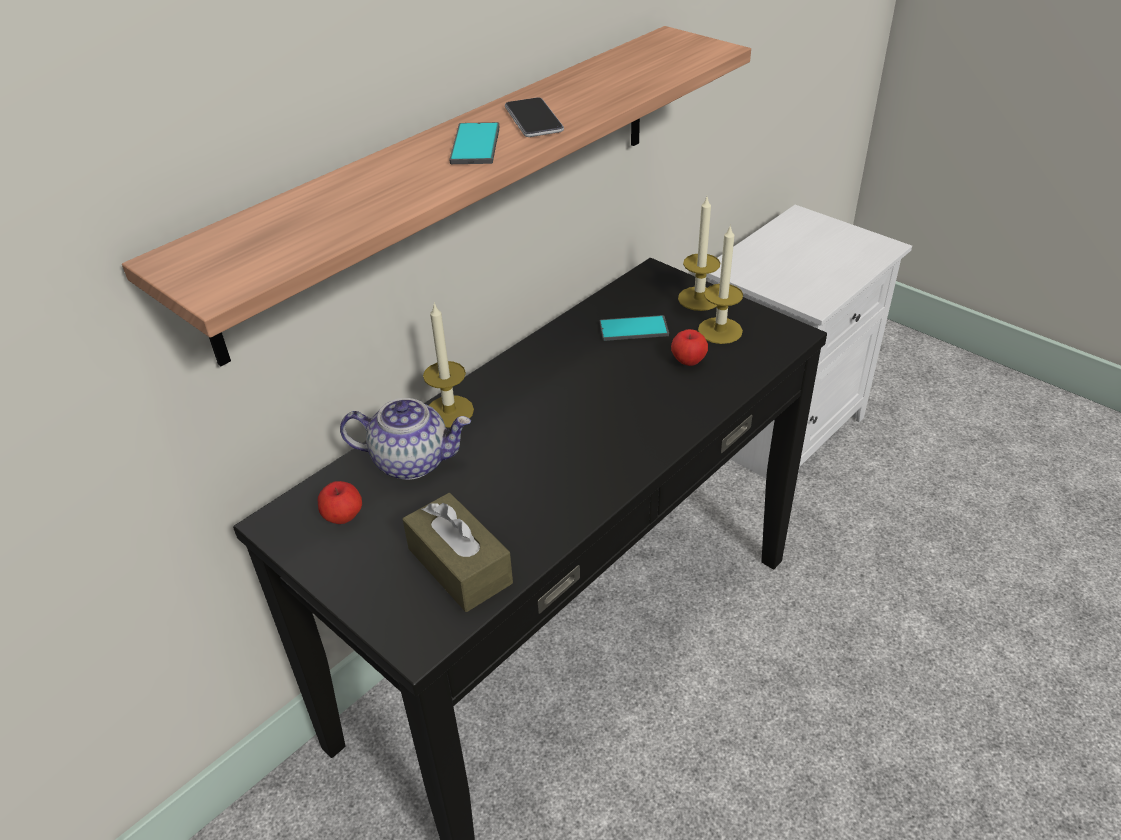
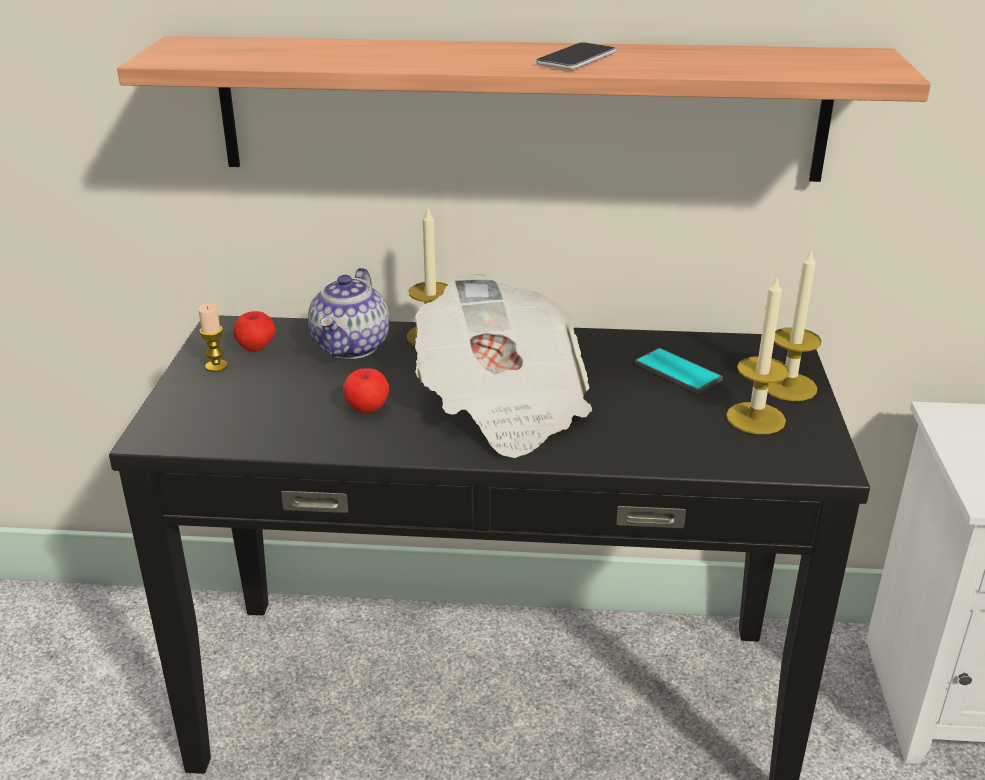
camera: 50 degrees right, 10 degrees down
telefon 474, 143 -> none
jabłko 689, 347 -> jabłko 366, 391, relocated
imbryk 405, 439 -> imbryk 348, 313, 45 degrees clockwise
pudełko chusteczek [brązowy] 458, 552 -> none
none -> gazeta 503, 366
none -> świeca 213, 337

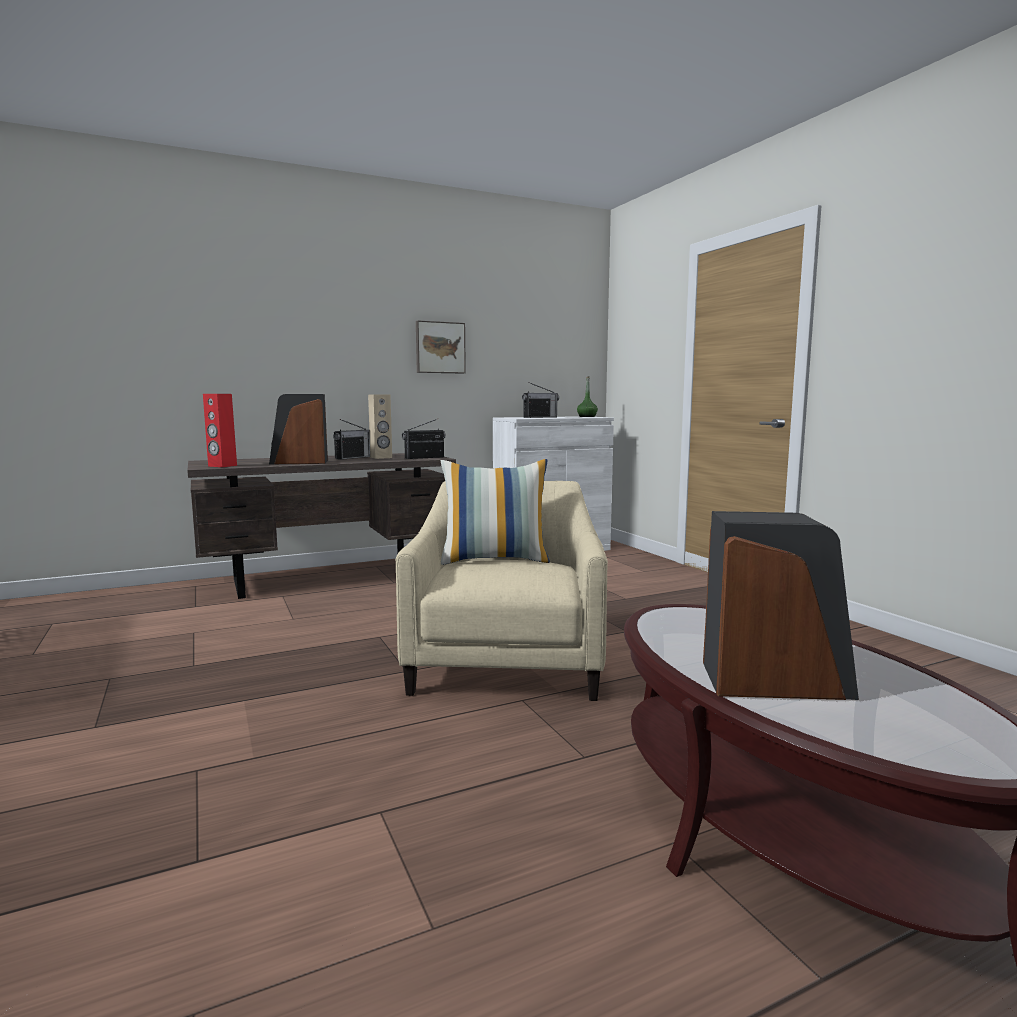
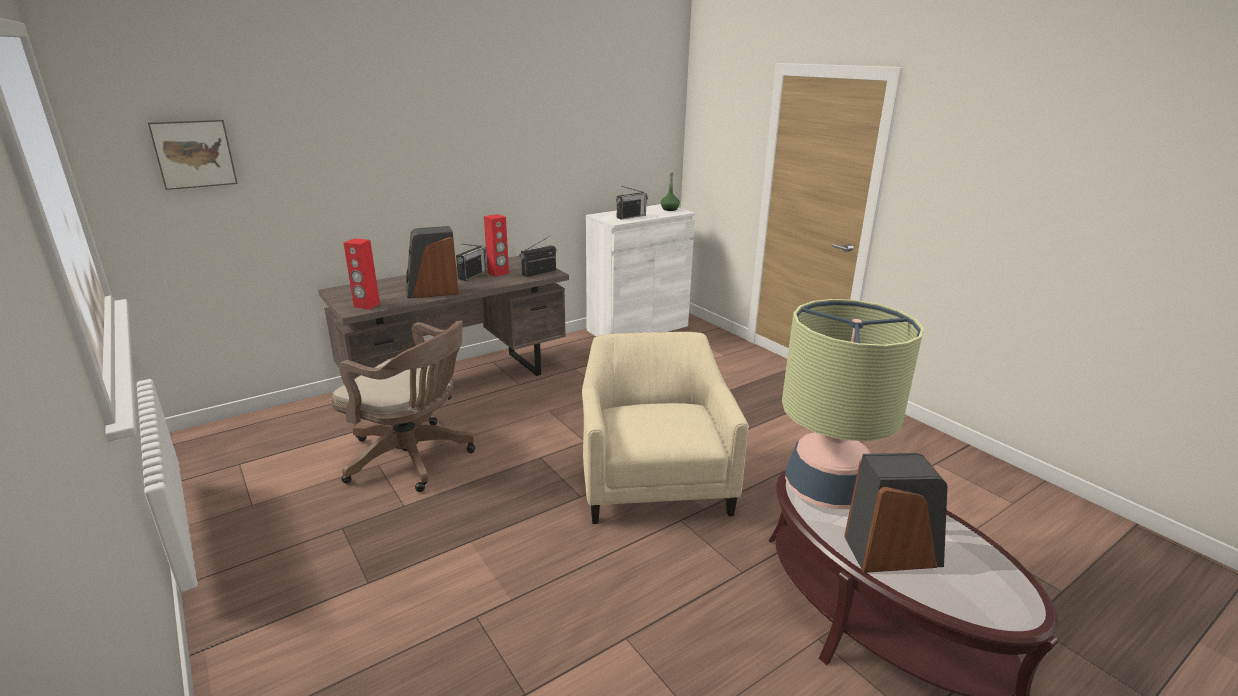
camera: 10 degrees left, 15 degrees up
obraz 441, 347 -> obraz 193, 154, relocated
głośnik [beżowy] 380, 427 -> głośnik [czerwony] 496, 245
poduszka 495, 512 -> none
none -> lampa stołowa 853, 404
none -> krzesło biurowe [brązowy] 403, 406

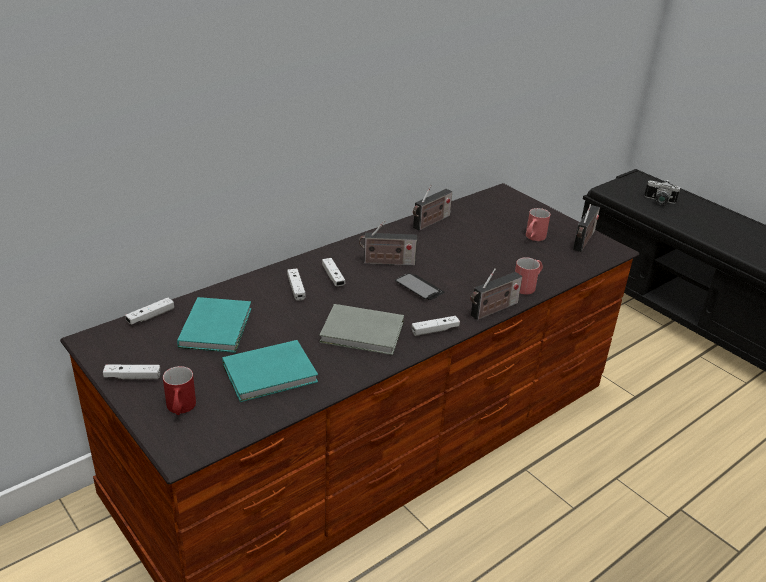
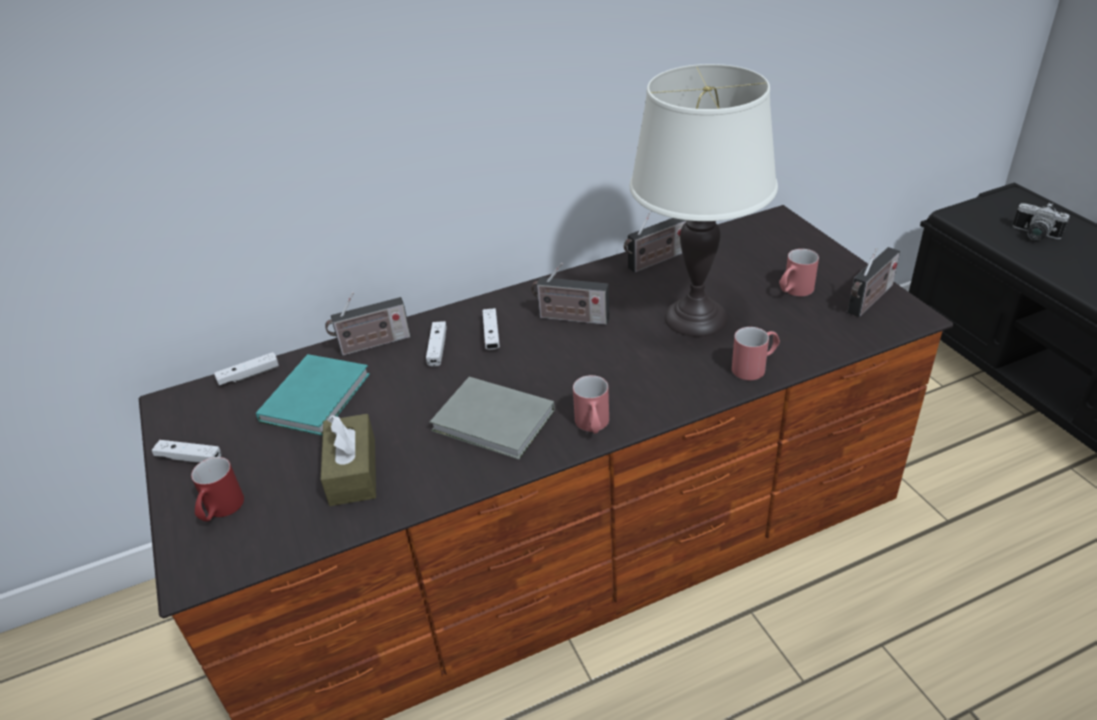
camera: 20 degrees right, 5 degrees up
radio 496, 294 -> radio 368, 324, relocated
telefon 420, 286 -> none
pad do gier [biały] 436, 326 -> kubek [czerwony] 591, 404
książka [turkusowy] 270, 371 -> pudełko chusteczek [brązowy] 348, 460
none -> lampa stołowa [biały] 704, 200

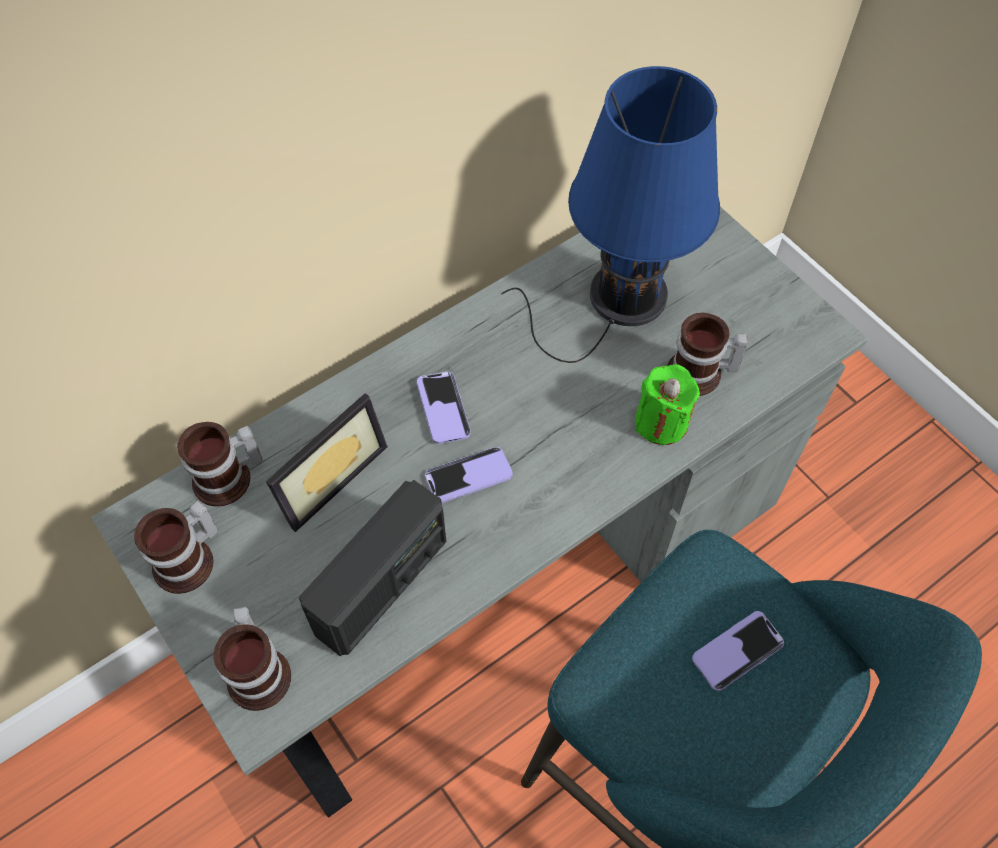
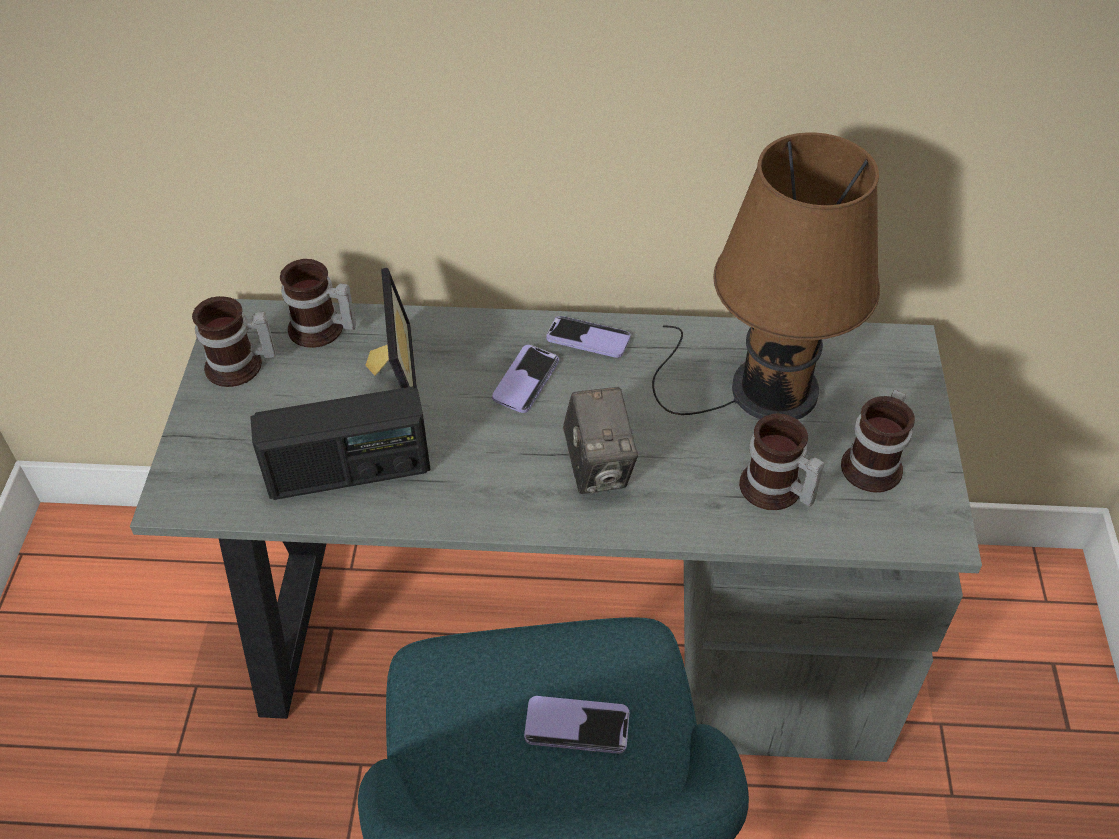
camera: 40 degrees right, 10 degrees down
lampa stołowa [niebieski] 610, 214 -> lampa stołowa [brązowy] 766, 276
świeca [zielony] 667, 404 -> none
ramka na zdjęcie 327, 462 -> ramka na zdjęcie 391, 328, 90 degrees counterclockwise
telefon 469, 475 -> telefon 588, 337, relocated
kubek 252, 659 -> kubek 878, 441, relocated
none -> aparat fotograficzny 600, 440

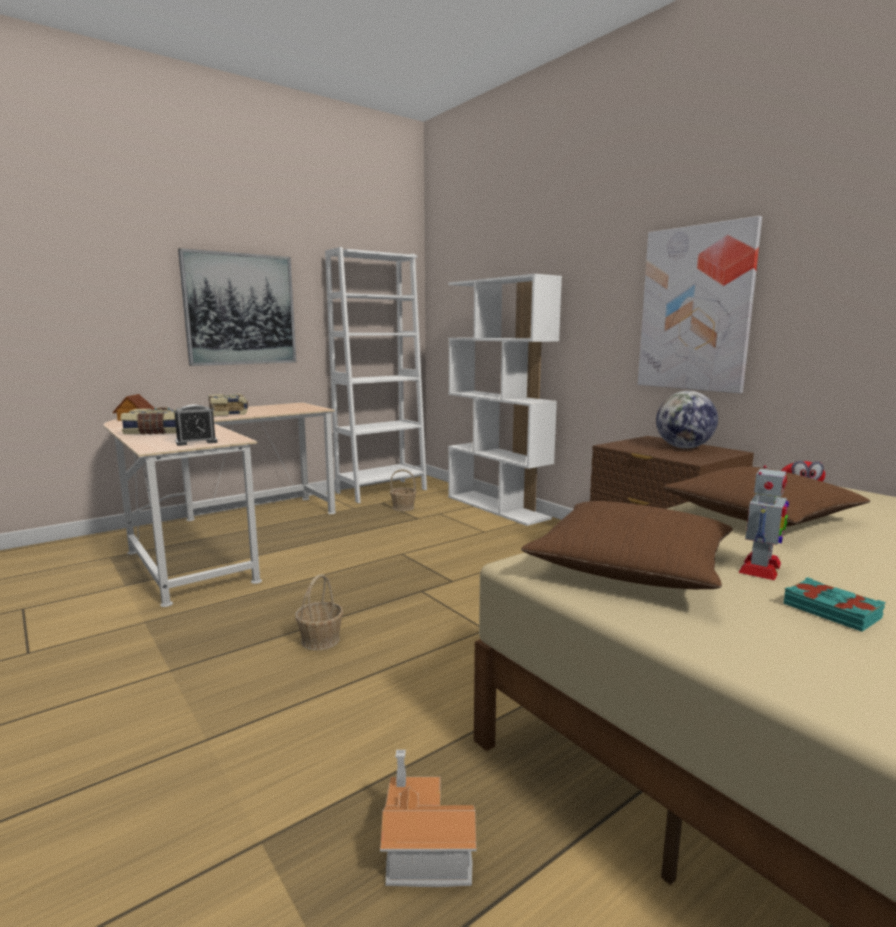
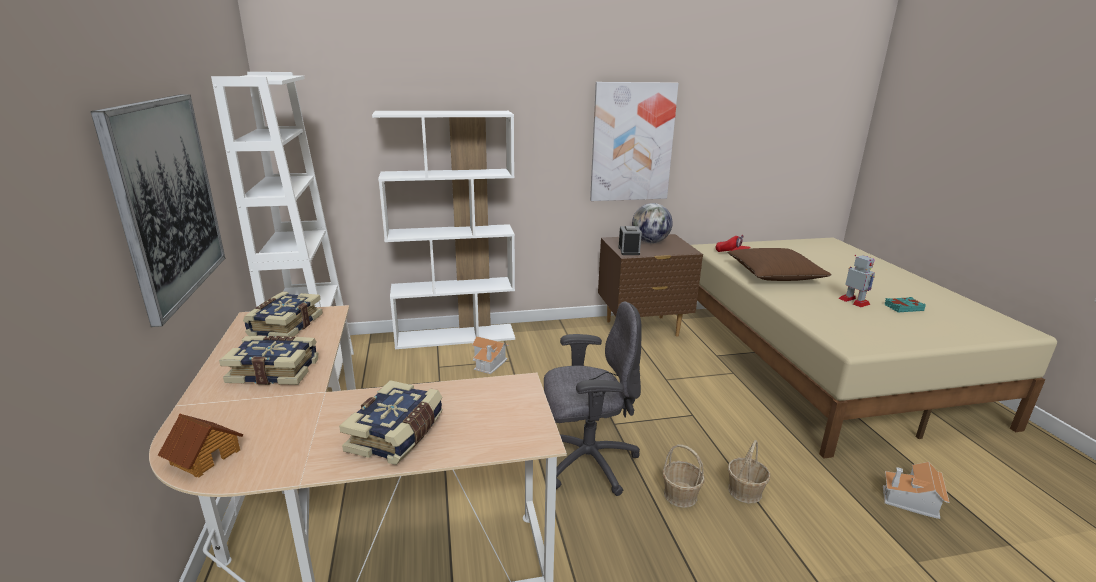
camera: 65 degrees left, 10 degrees up
budzik 195, 425 -> budzik 630, 240, relocated
koszyk 403, 490 -> koszyk 749, 471, relocated
poduszka [brązowy] 627, 545 -> none
none -> książka 283, 314
none -> krzesło biurowe [szary] 593, 398
none -> domek 490, 355

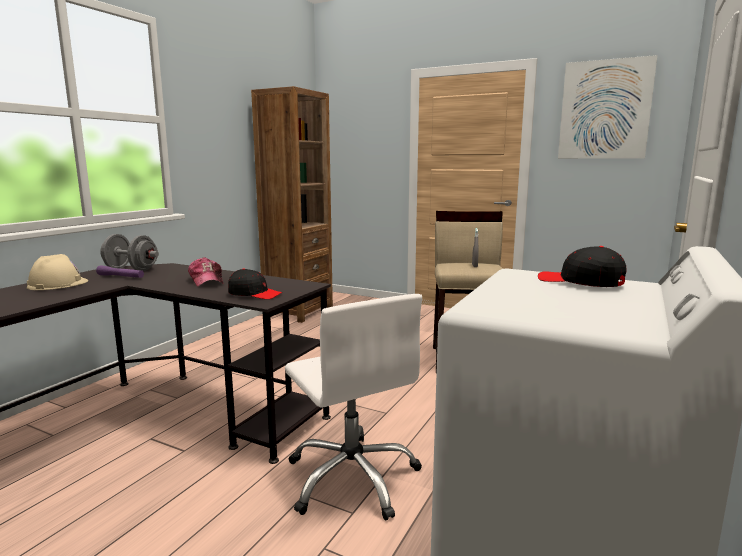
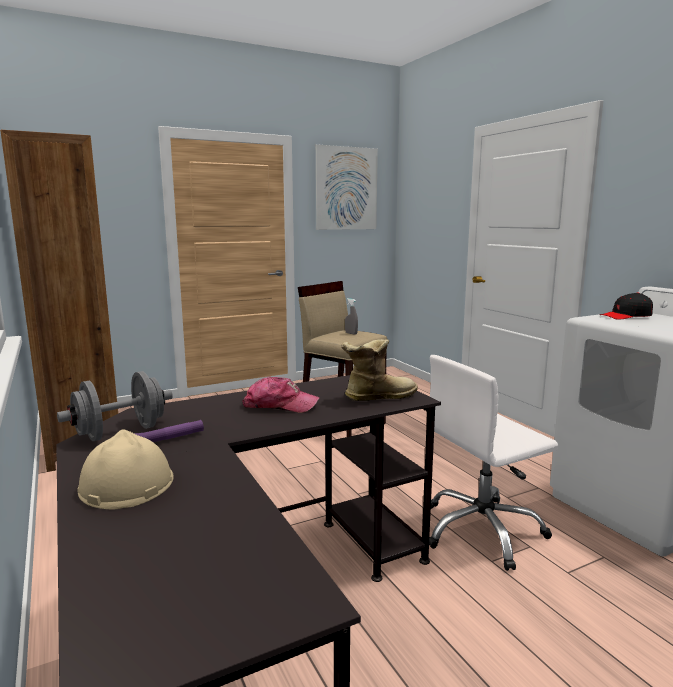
camera: 55 degrees left, 0 degrees up
czapka z daszkiem [czarny] 255, 283 -> but z cholewką 379, 370
krzesło biurowe [biały] 353, 407 -> krzesło biurowe [biały] 494, 463, 150 degrees clockwise

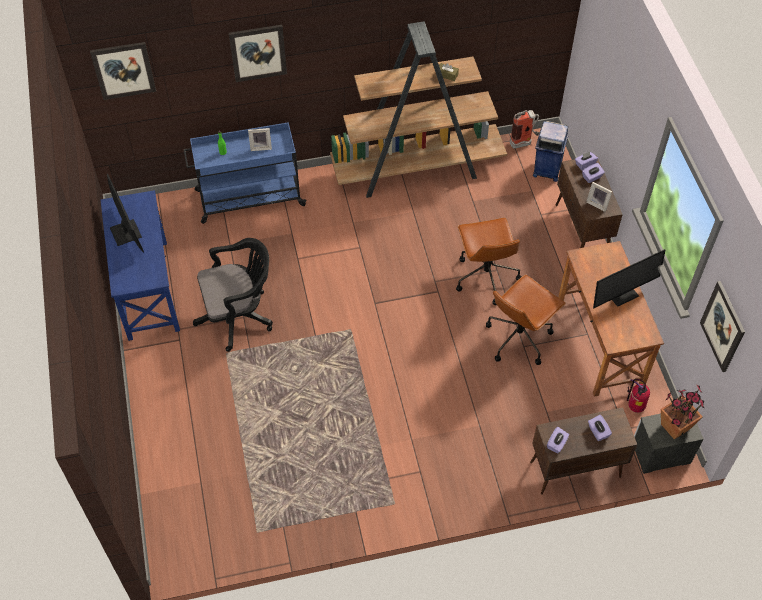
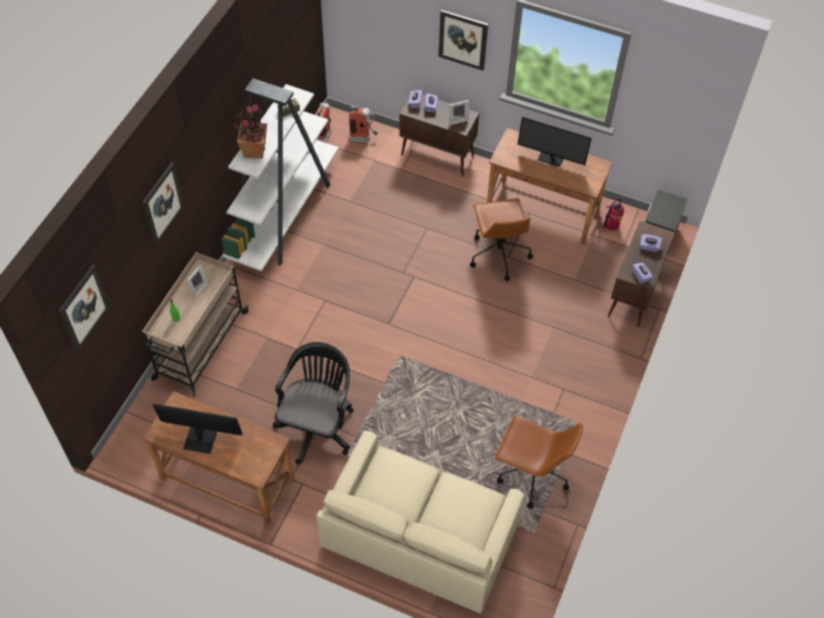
camera: 55 degrees left, 0 degrees up
regał [brązowy] 418, 109 -> regał [biały] 280, 174
kosz na śmieci [niebieski] 551, 151 -> gaśnica 363, 124
wózek [niebieski] 245, 173 -> wózek [beżowy] 195, 324
biurko [niebieski] 140, 265 -> biurko [brązowy] 218, 458
krzesło biurowe [brązowy] 489, 261 -> krzesło biurowe [brązowy] 538, 462, relocated
monitor 629, 278 -> monitor 555, 142, 105 degrees clockwise
obraz 722, 326 -> obraz 463, 40, relocated
roślina doniczkowa 682, 412 -> roślina doniczkowa 250, 129, relocated
none -> kanapa [beżowy] 420, 522

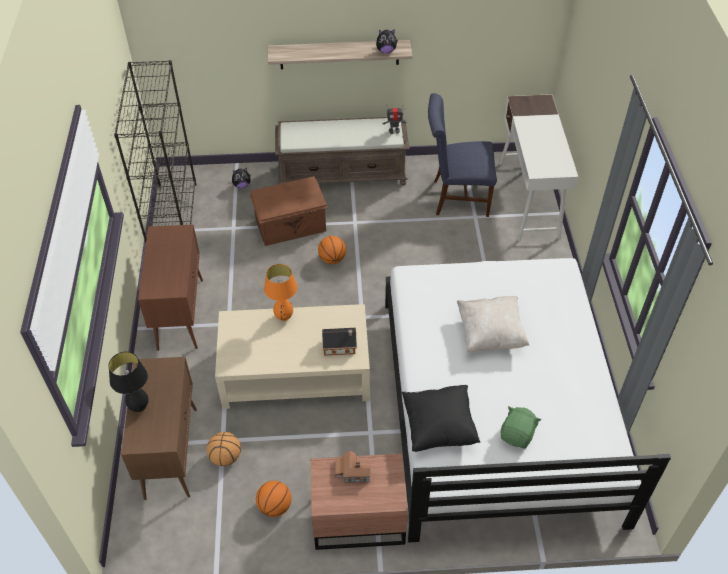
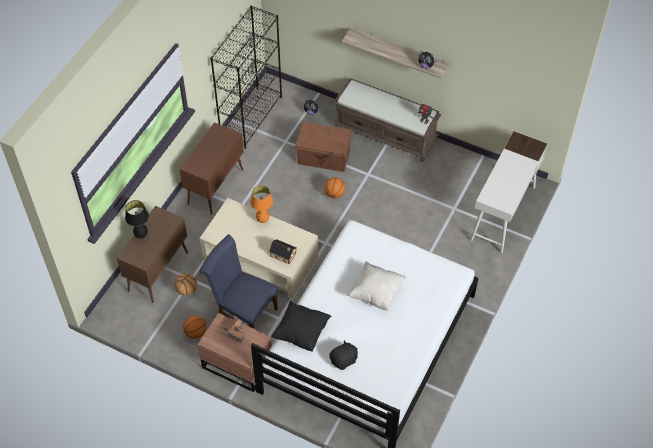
camera: 30 degrees right, 5 degrees up
krzesło [niebieski] 462, 155 -> krzesło [niebieski] 238, 281, relocated
pluszak [zielony] 521, 427 -> pluszak [czarny] 343, 355

